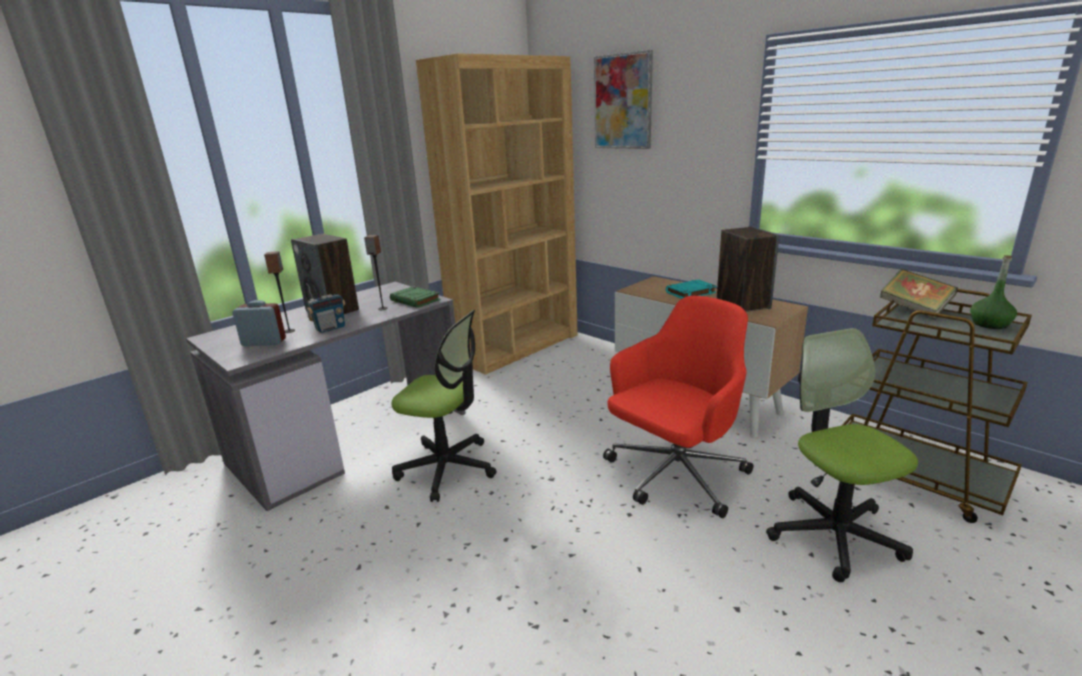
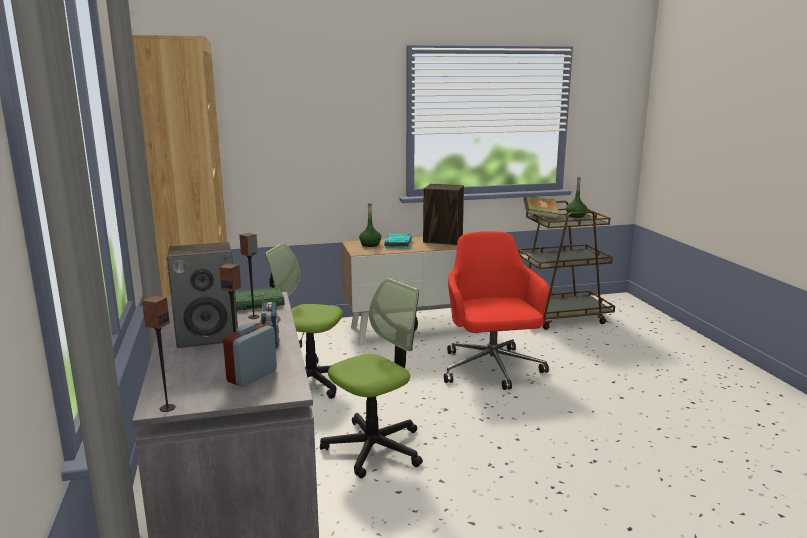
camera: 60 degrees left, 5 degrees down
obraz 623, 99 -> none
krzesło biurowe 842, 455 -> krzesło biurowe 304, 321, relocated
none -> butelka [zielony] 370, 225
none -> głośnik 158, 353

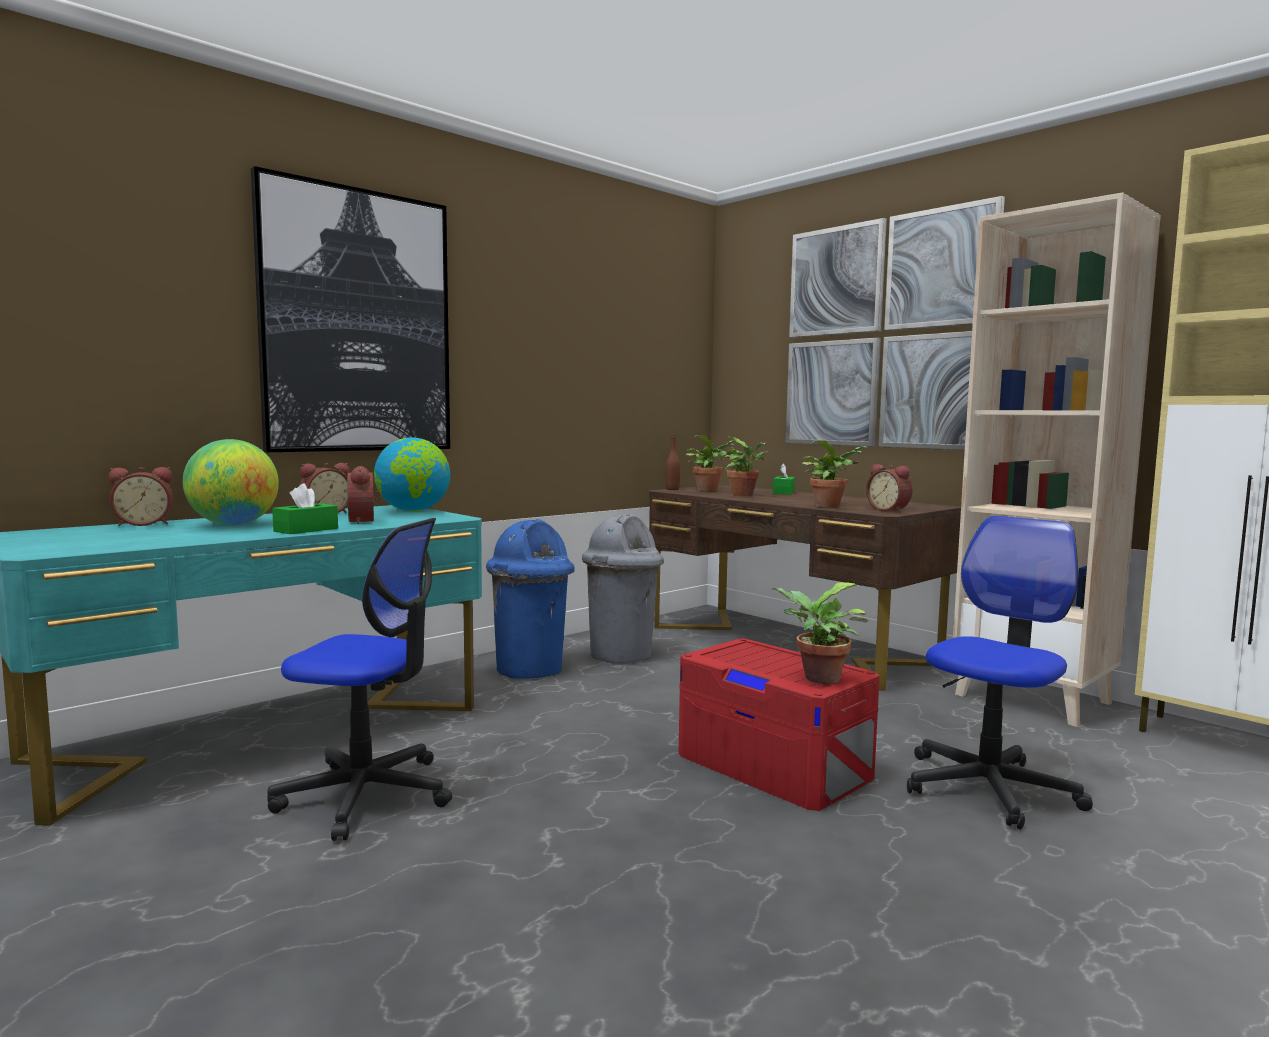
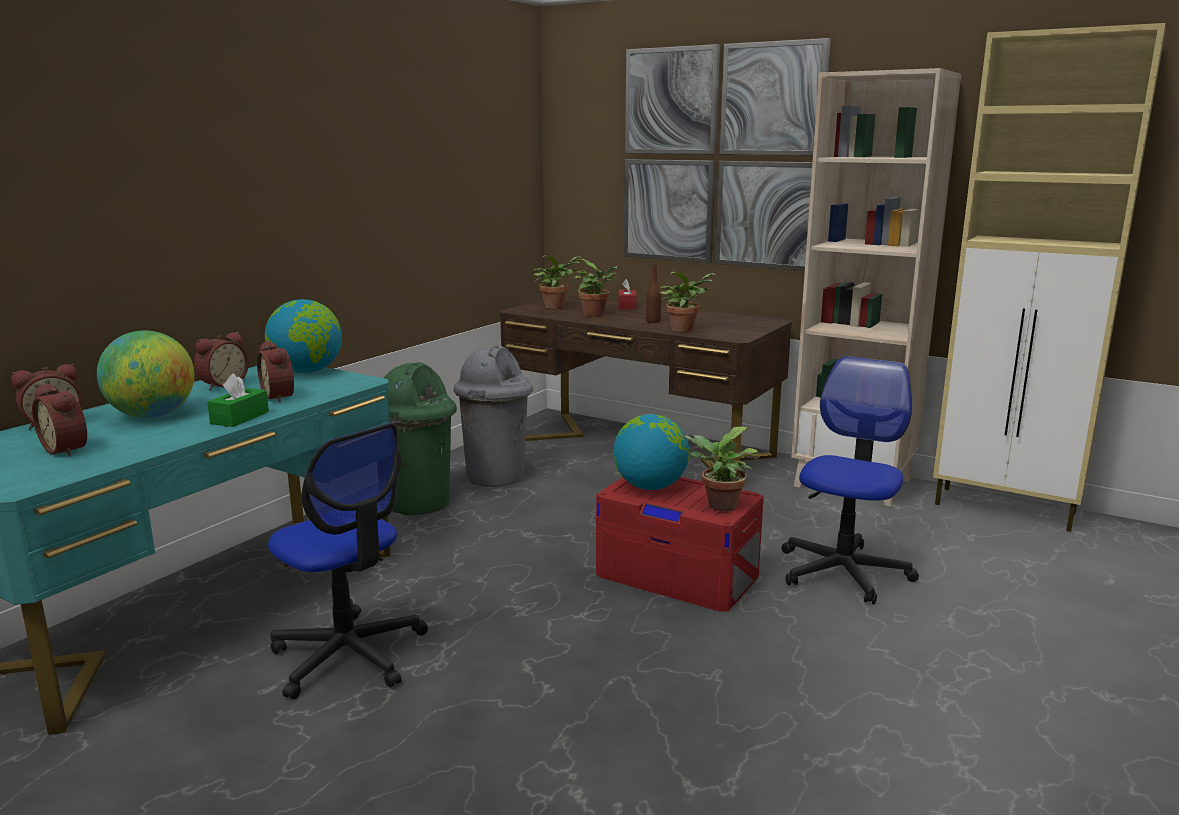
camera: 15 degrees left, 10 degrees up
obraz 350, 309 -> none
butelka [brązowy] 673, 462 -> butelka [brązowy] 654, 293, relocated
pudełko chusteczek [zielony] 784, 478 -> pudełko chusteczek [czerwony] 627, 294
budzik 889, 488 -> budzik 59, 420, relocated
krzesło biurowe 359, 679 -> krzesło biurowe 348, 561, 45 degrees clockwise
kosz na śmieci [niebieski] 530, 598 -> kosz na śmieci [zielony] 420, 438
none -> globus 651, 452

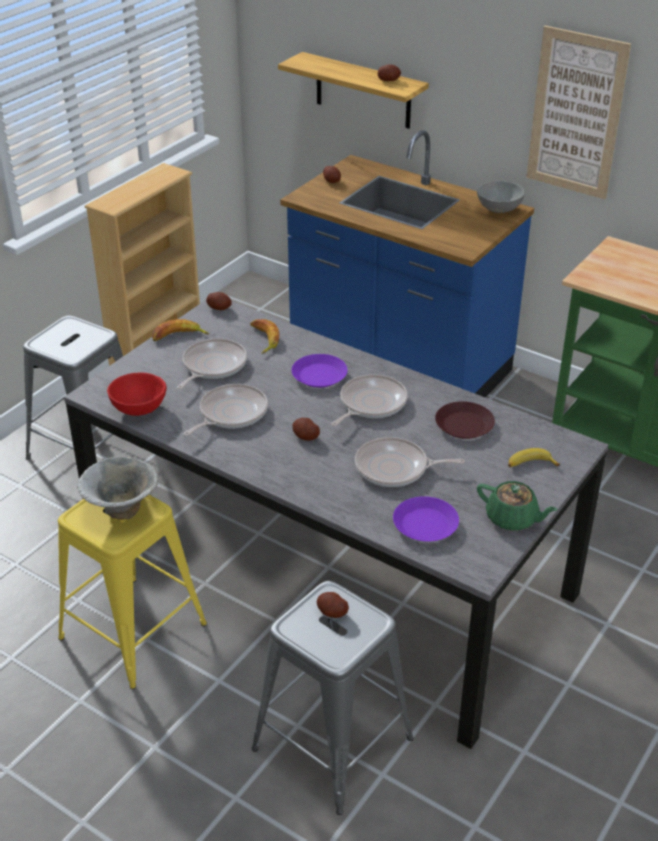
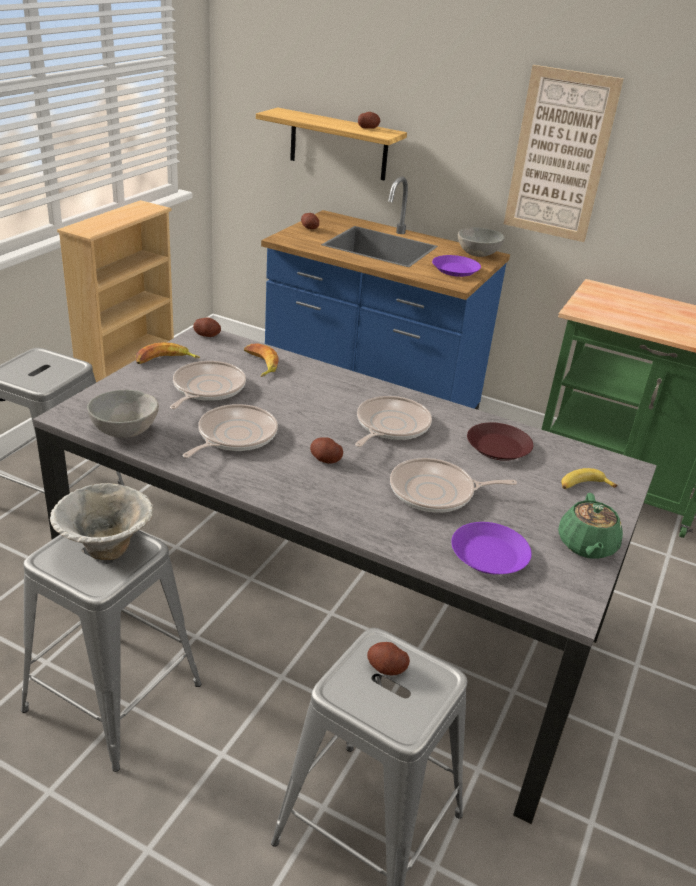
camera: 10 degrees left, 5 degrees down
talerz [fioletowy] 319, 371 -> talerz [fioletowy] 456, 266, relocated
miska [czerwony] 137, 394 -> miska [szary] 123, 414
imbryk [zielony] 517, 506 -> imbryk [zielony] 590, 526, 75 degrees clockwise
stołek [żółty] 132, 592 -> stołek [szary] 111, 651

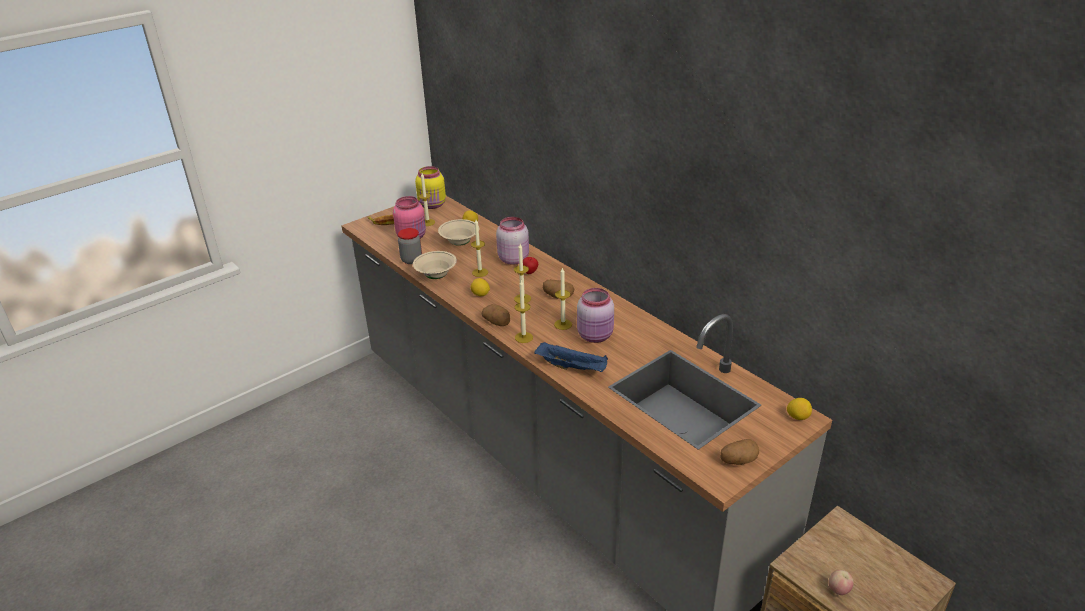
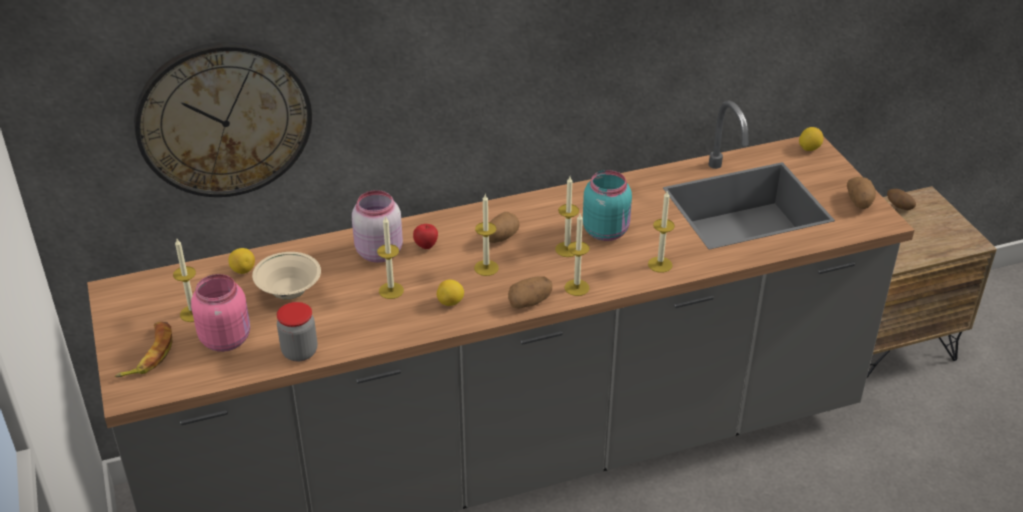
camera: 70 degrees left, 5 degrees up
słoik [żółty] 430, 187 -> none
miska [beżowy] 435, 265 -> none
słoik [różowy] 595, 315 -> słoik [turkusowy] 607, 205
taca [niebieski] 571, 357 -> świeca 661, 232
jabłko 841, 582 -> none
none -> zegar ścienny 223, 119
none -> ziemniak 901, 199

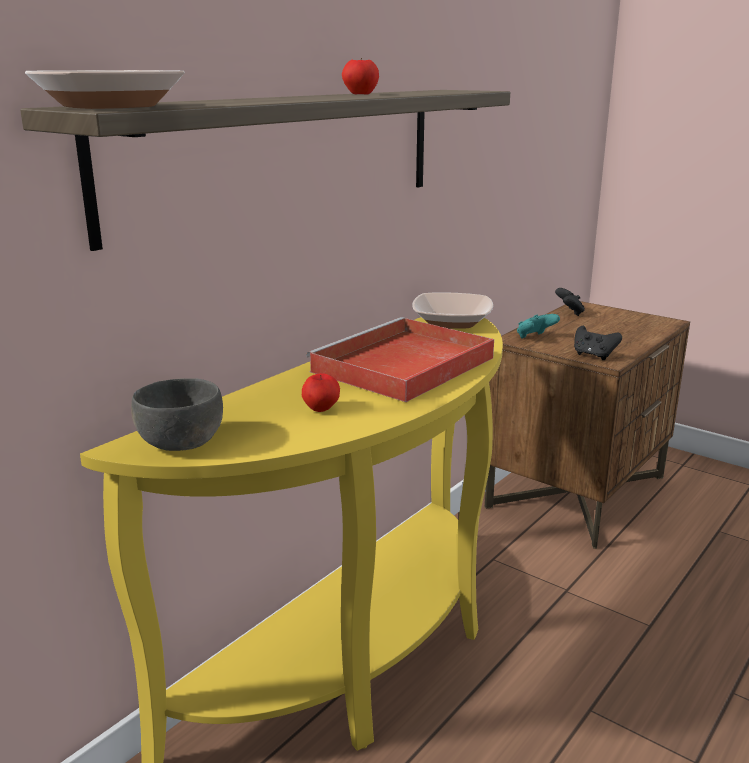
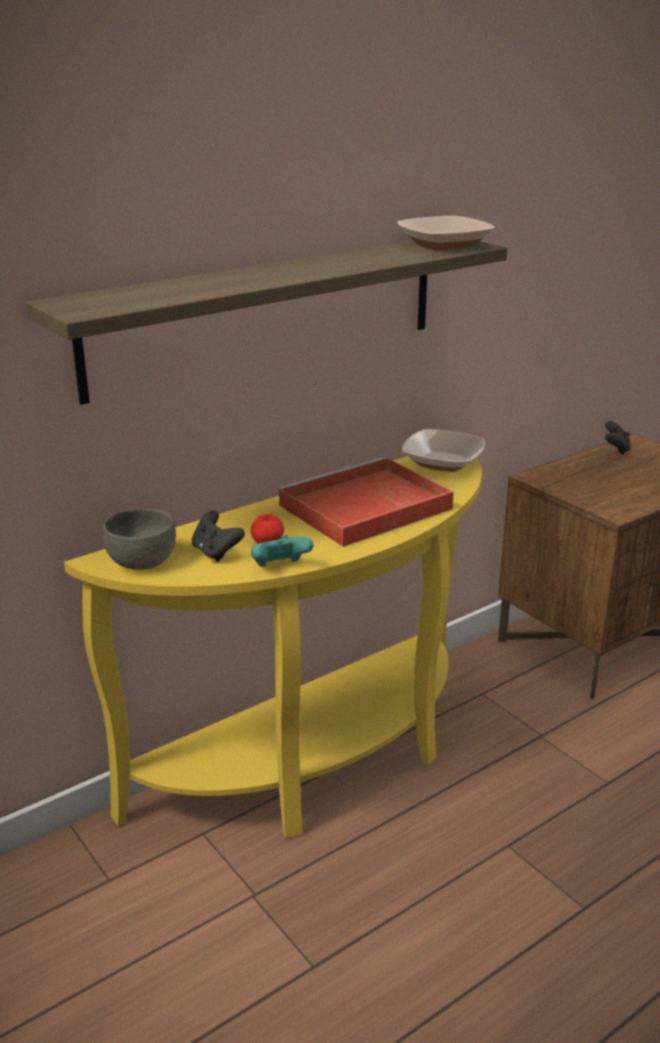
camera: 15 degrees right, 5 degrees up
jabłko 360, 76 -> none
miska 105, 89 -> miska 446, 233, relocated
pad do gier [turkusowy] 538, 326 -> pad do gier [turkusowy] 282, 551, relocated
pad do gier [czarny] 598, 343 -> pad do gier [czarny] 218, 536, relocated

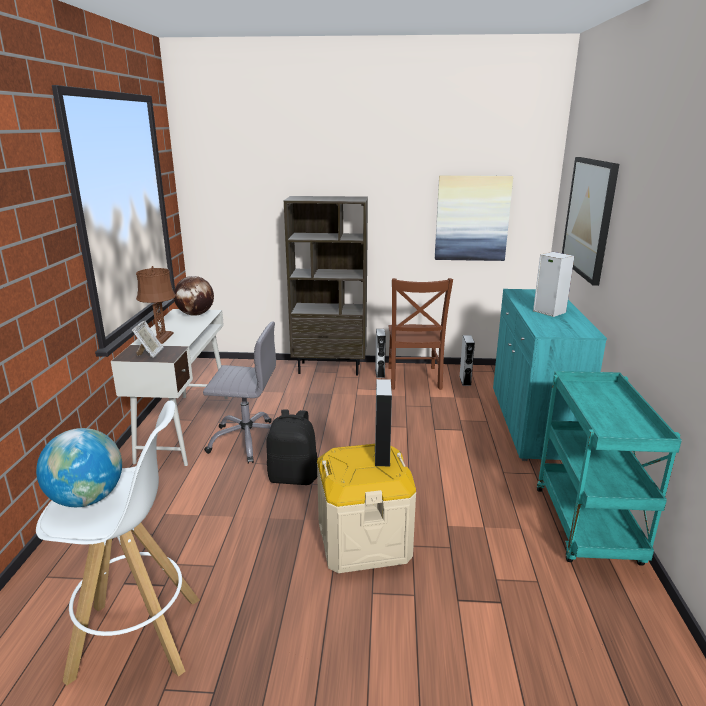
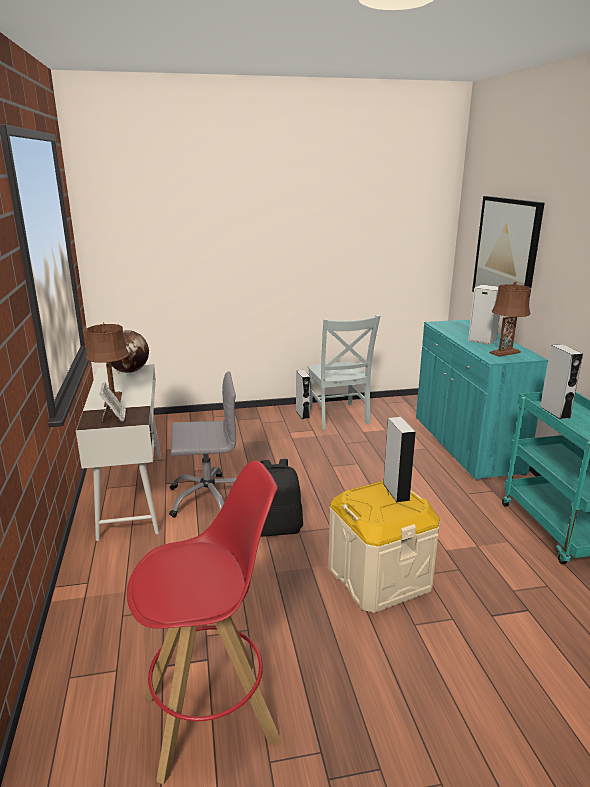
camera: 15 degrees left, 0 degrees up
obraz 474, 218 -> none
regał [brązowy] 326, 286 -> none
krzesło [brązowy] 420, 334 -> krzesło [szary] 343, 372
głośnik [szary] 467, 360 -> głośnik [szary] 561, 381, relocated
stołek [biały] 117, 543 -> stołek [czerwony] 204, 623
globus 79, 467 -> none
none -> lampa stołowa [brązowy] 510, 319

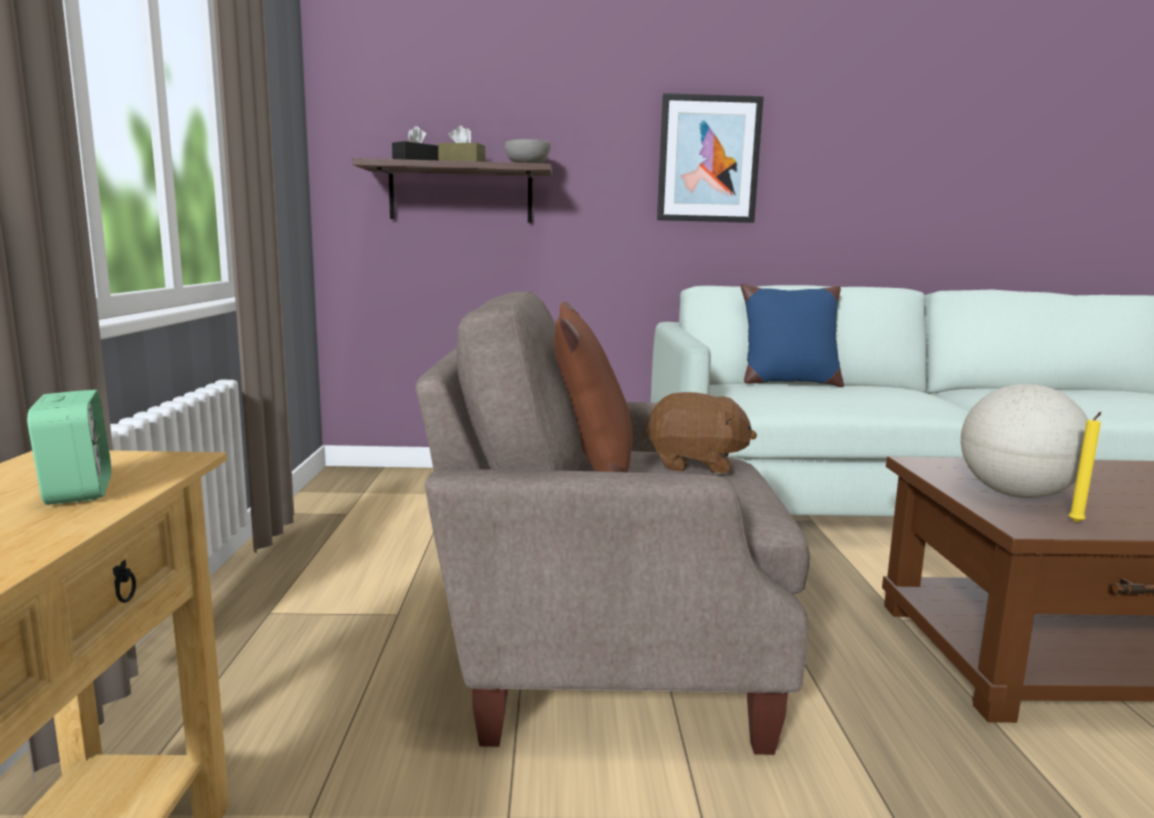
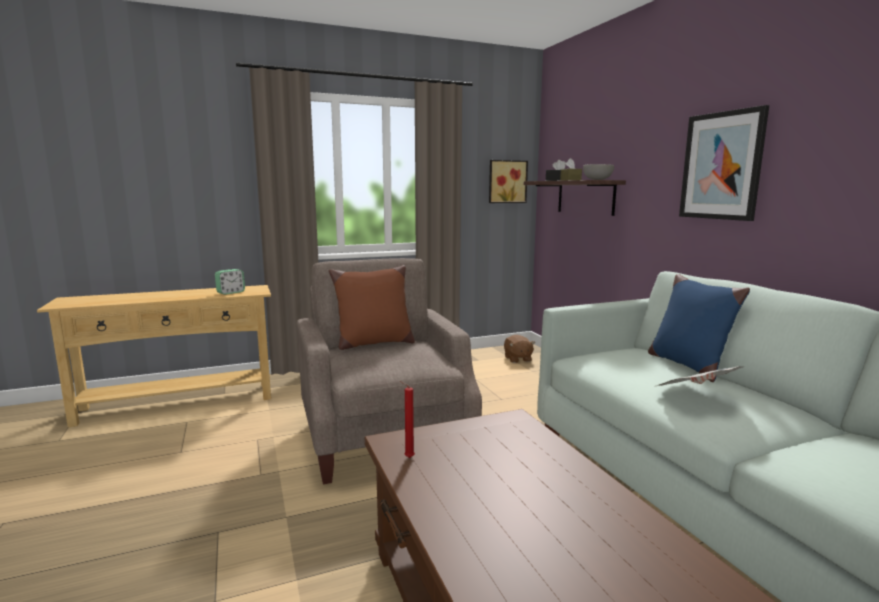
camera: 70 degrees right, 0 degrees up
globus 1024, 441 -> none
pluszak [brązowy] 701, 432 -> pluszak [brązowy] 519, 349, relocated
świeca [żółty] 1084, 467 -> świeca [czerwony] 407, 419
none -> obraz 508, 181
none -> gazeta 700, 376

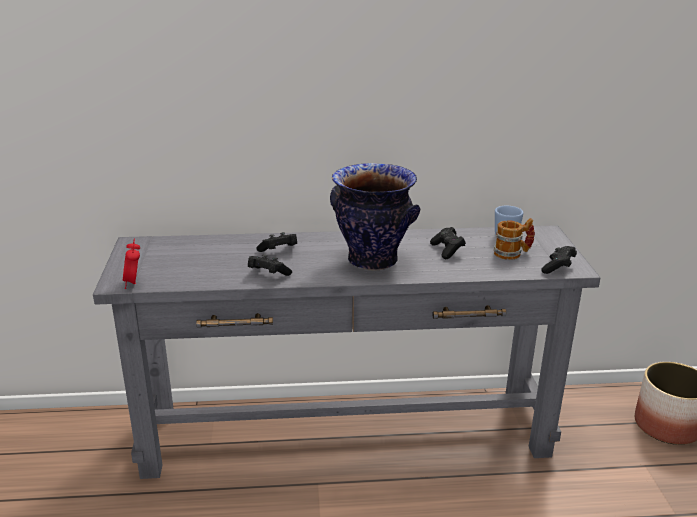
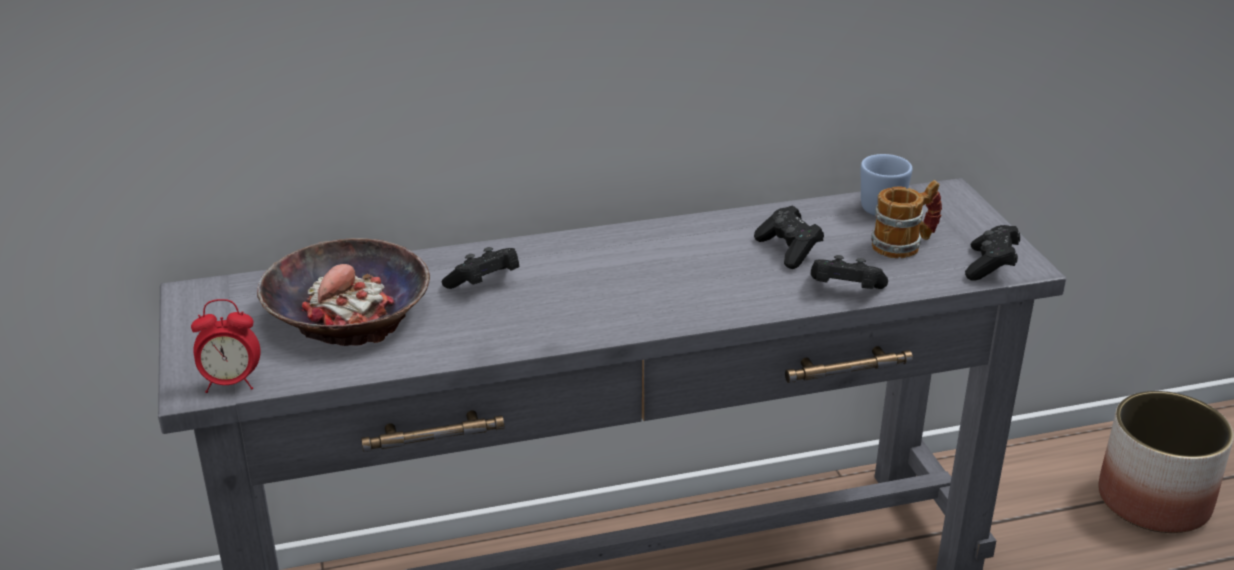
camera: 10 degrees left, 5 degrees up
wazon 375, 217 -> none
budzik 131, 263 -> budzik 226, 346, 75 degrees counterclockwise
pad do gier [czarny] 270, 265 -> pad do gier [czarny] 849, 272, relocated
none -> miska 343, 292

